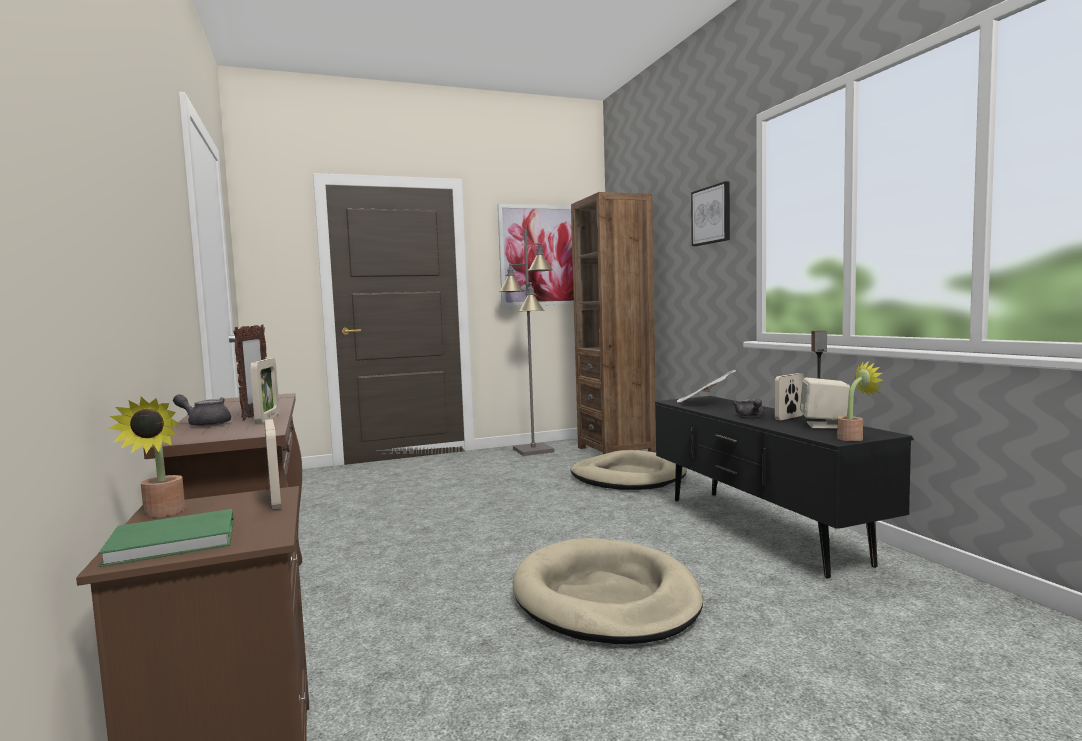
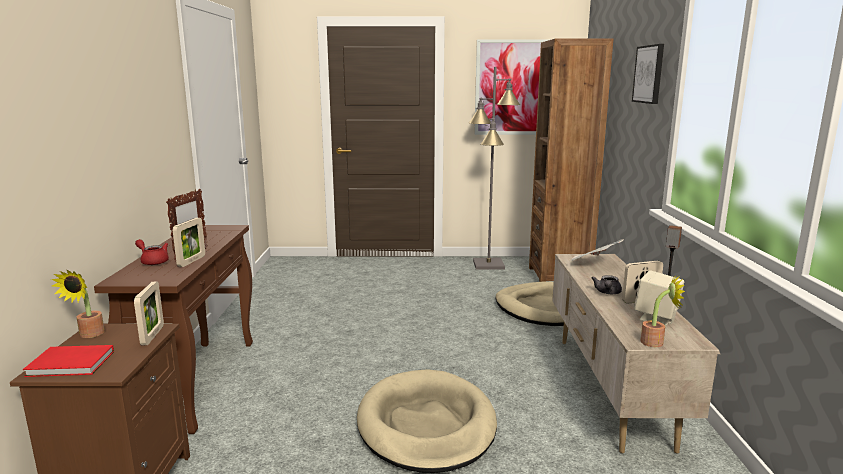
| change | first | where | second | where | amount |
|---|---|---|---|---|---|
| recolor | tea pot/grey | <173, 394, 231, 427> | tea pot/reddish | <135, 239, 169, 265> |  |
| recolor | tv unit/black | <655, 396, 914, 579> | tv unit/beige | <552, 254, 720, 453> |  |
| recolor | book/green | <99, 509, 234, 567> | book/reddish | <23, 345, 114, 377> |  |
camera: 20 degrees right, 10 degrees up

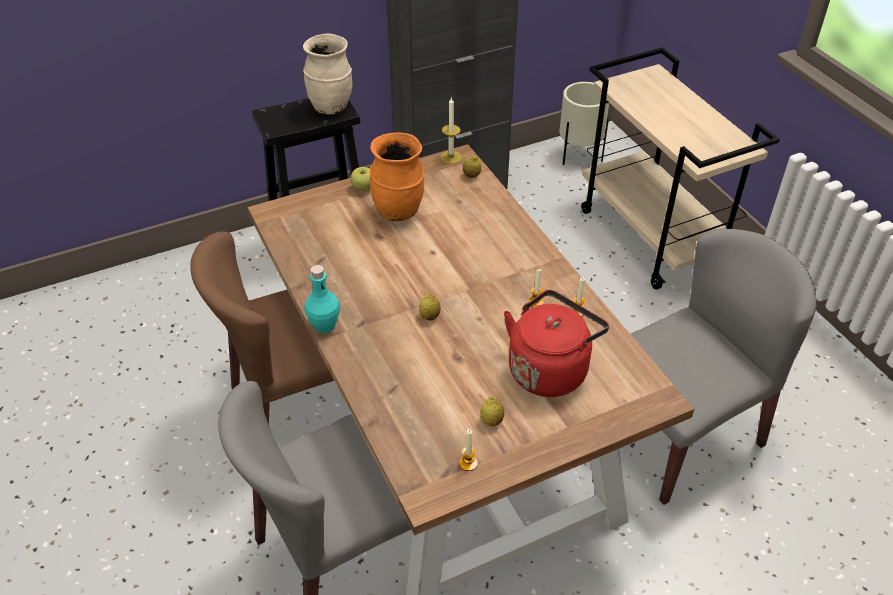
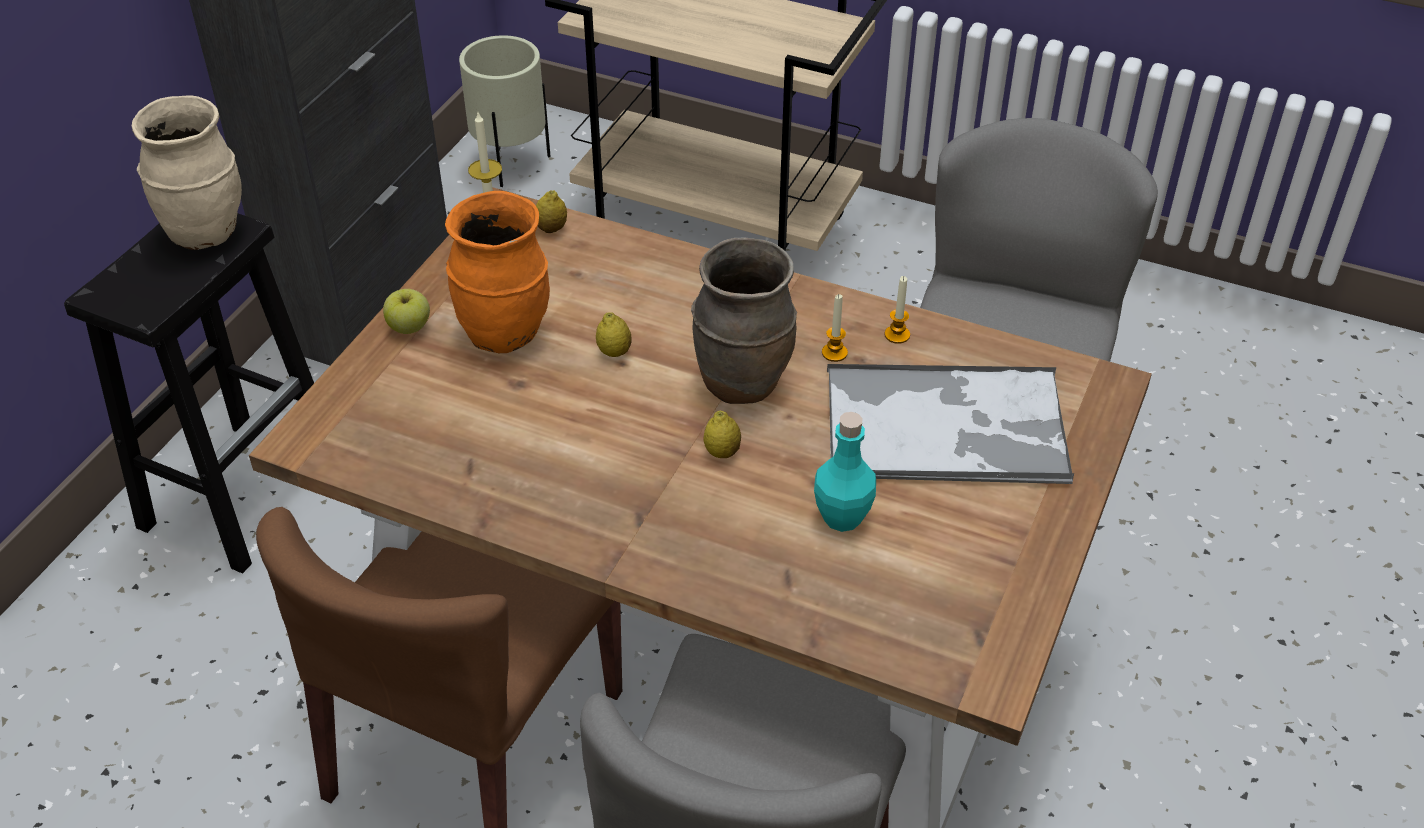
| change | first | where | second | where | amount |
|---|---|---|---|---|---|
| move | beverage bottle/blue-green | <304, 265, 340, 333> |  | <814, 412, 876, 532> |  |
| replace | kettle/reddish | <504, 290, 609, 397> | tray | <827, 364, 1074, 484> |  |
| move | citrus fruit | <480, 396, 504, 426> |  | <596, 312, 632, 357> |  |
| delete | wax candle | <459, 429, 478, 471> |  |  |  |
| insert |  |  | vase/brown | <691, 238, 797, 404> |  |
camera: 40 degrees left, 0 degrees up

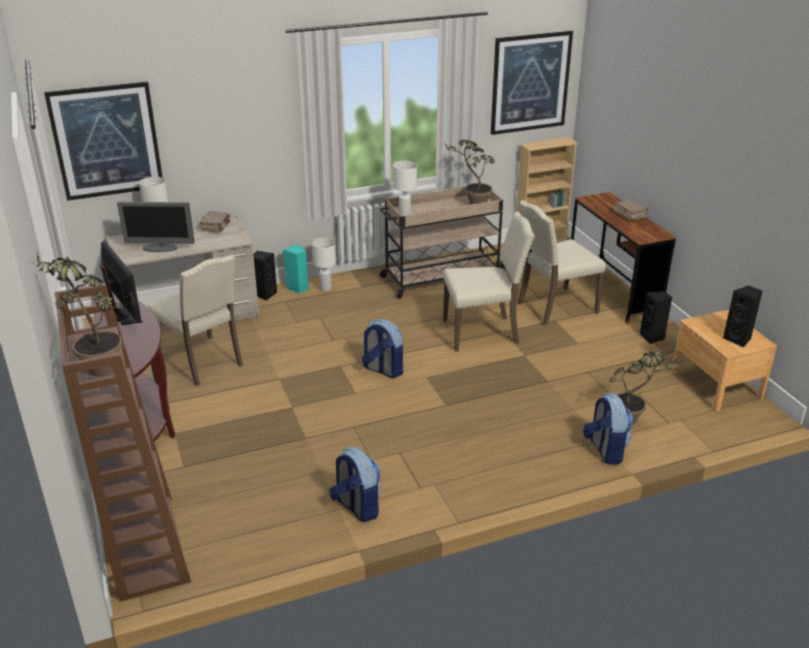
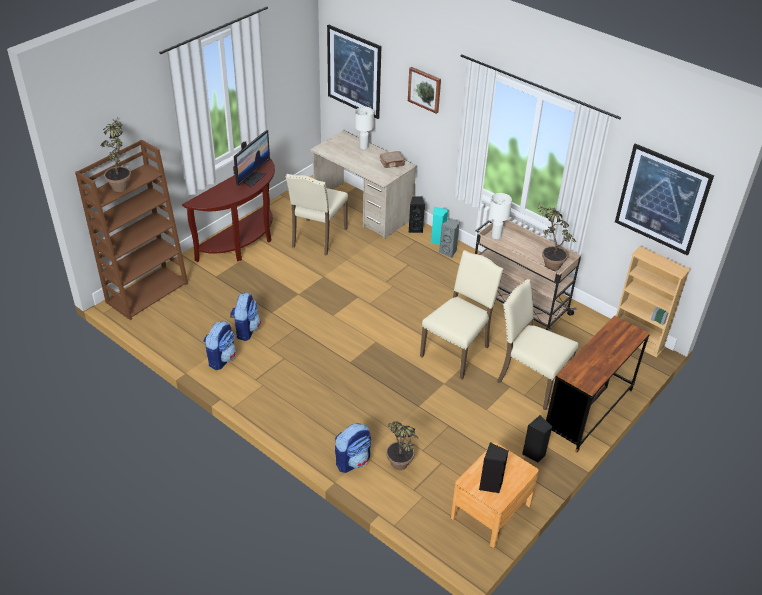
| change | first | where | second | where | amount |
|---|---|---|---|---|---|
| delete | book/brown | <614, 200, 649, 221> |  |  |  |
| delete | computer display | <117, 202, 194, 252> |  |  |  |
| rotate | plain chair/beige | <443, 211, 535, 352> |  | <420, 250, 504, 379> | 105 degrees counterclockwise |
| replace | tabletop lamp/white-coloured | <312, 238, 336, 291> | loudspeaker/grey | <439, 218, 460, 258> |  |
| move | knapsack | <362, 319, 403, 378> |  | <230, 292, 261, 341> |  |
| insert |  |  | picture | <408, 67, 441, 114> |  |
camera: 60 degrees right, 10 degrees up

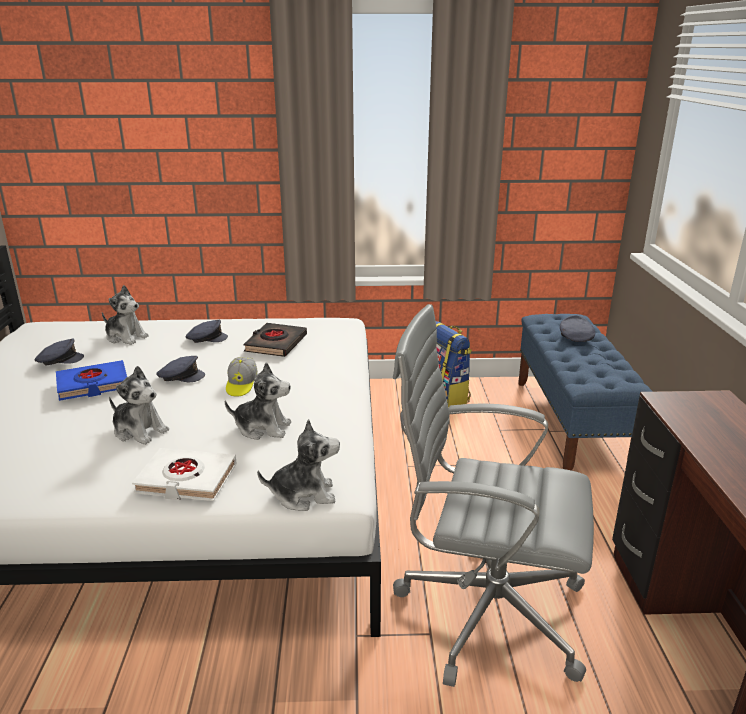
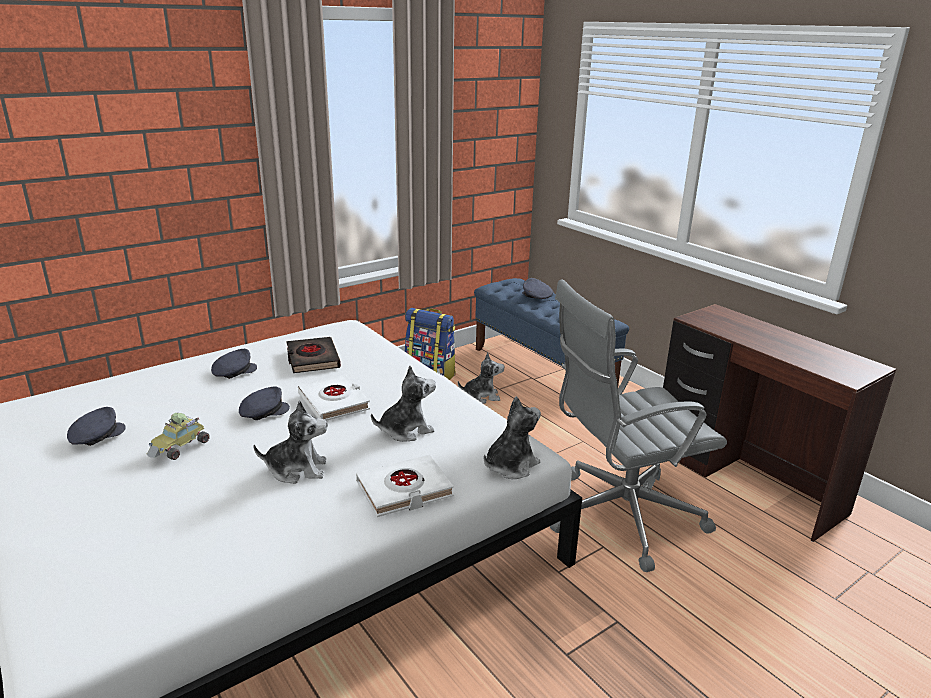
| change | first | where | second | where | amount |
|---|---|---|---|---|---|
| move | cuddly toy | <102, 285, 149, 345> |  | <458, 353, 504, 404> |  |
| replace | cap | <226, 357, 258, 397> | book/white-coloured | <298, 374, 370, 421> |  |
| replace | book/blue-coloured | <56, 360, 127, 401> | model car | <147, 413, 210, 460> |  |
camera: 35 degrees left, 0 degrees up

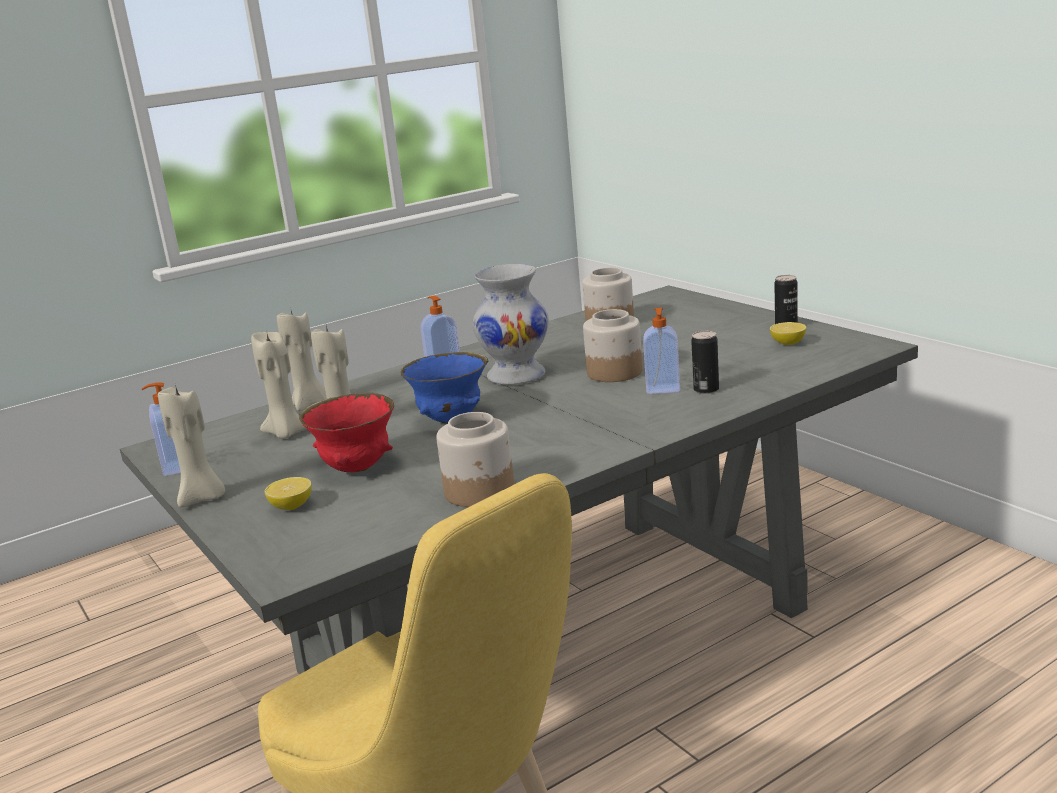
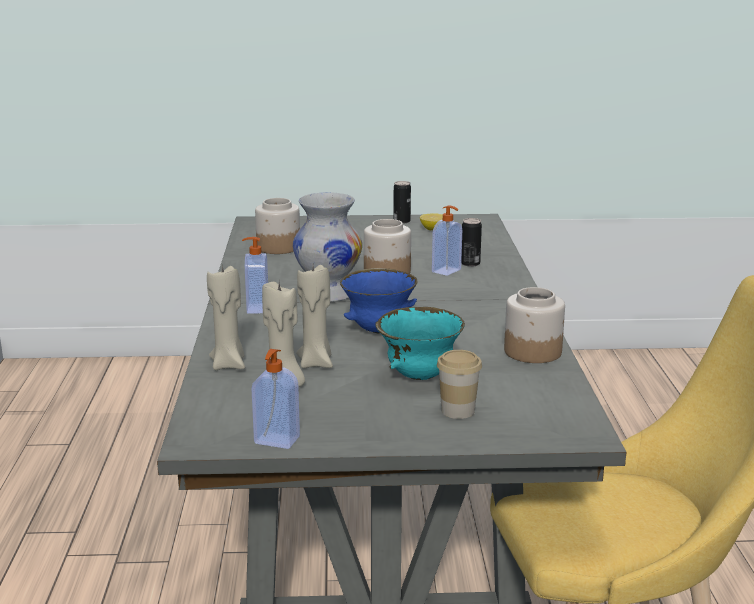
| change | first | where | second | where | amount |
|---|---|---|---|---|---|
| delete | wax candle/beige | <158, 385, 225, 507> |  |  |  |
| recolor | deep dish/reddish | <299, 393, 394, 472> | deep dish/blue-green | <375, 307, 465, 380> |  |
| replace | citrus fruit | <264, 477, 312, 510> | small cup | <437, 350, 482, 419> |  |
camera: 60 degrees left, 0 degrees up

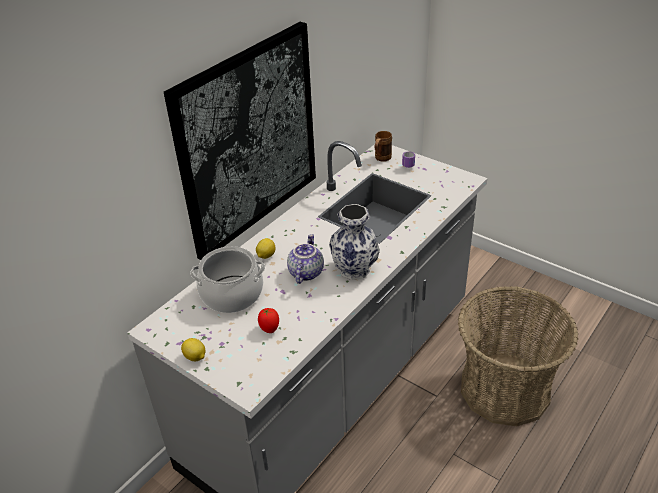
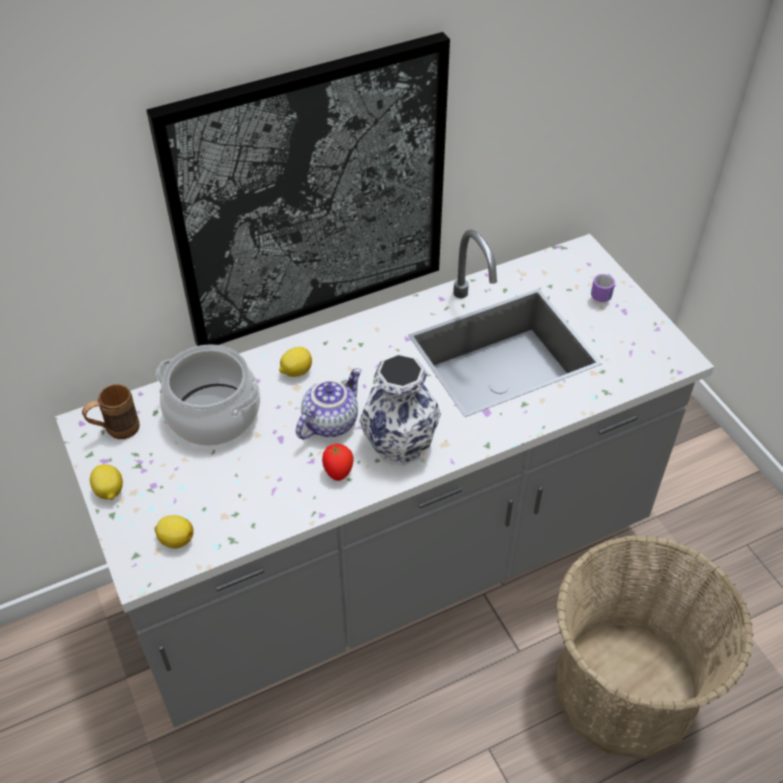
| change | first | where | second | where | amount |
|---|---|---|---|---|---|
| move | mug/brown | <375, 131, 392, 162> |  | <82, 384, 140, 439> |  |
| move | whole tomato | <258, 308, 279, 333> |  | <322, 443, 354, 481> |  |
| insert |  |  | citrus fruit | <154, 515, 194, 549> |  |
camera: 25 degrees right, 10 degrees up

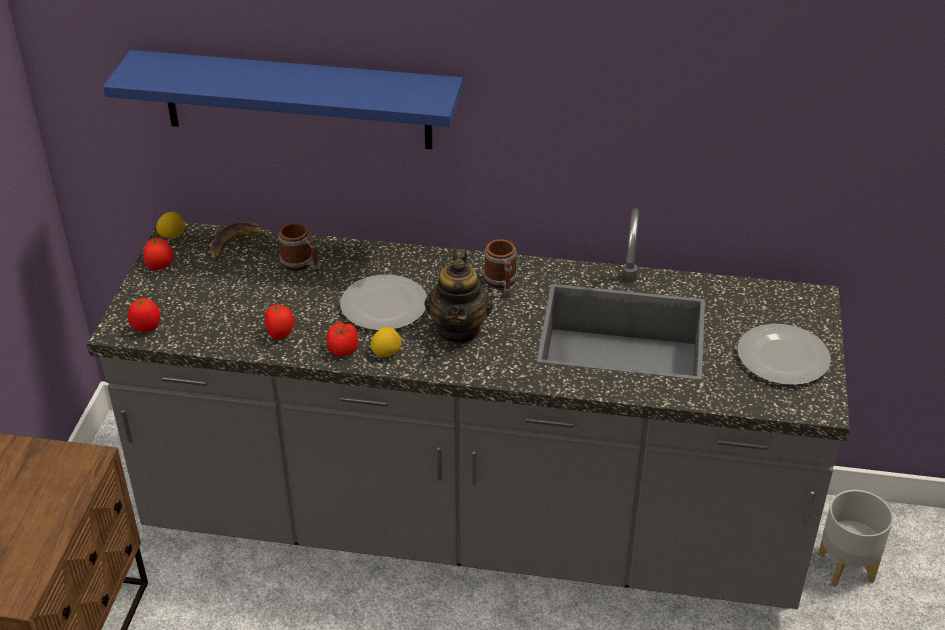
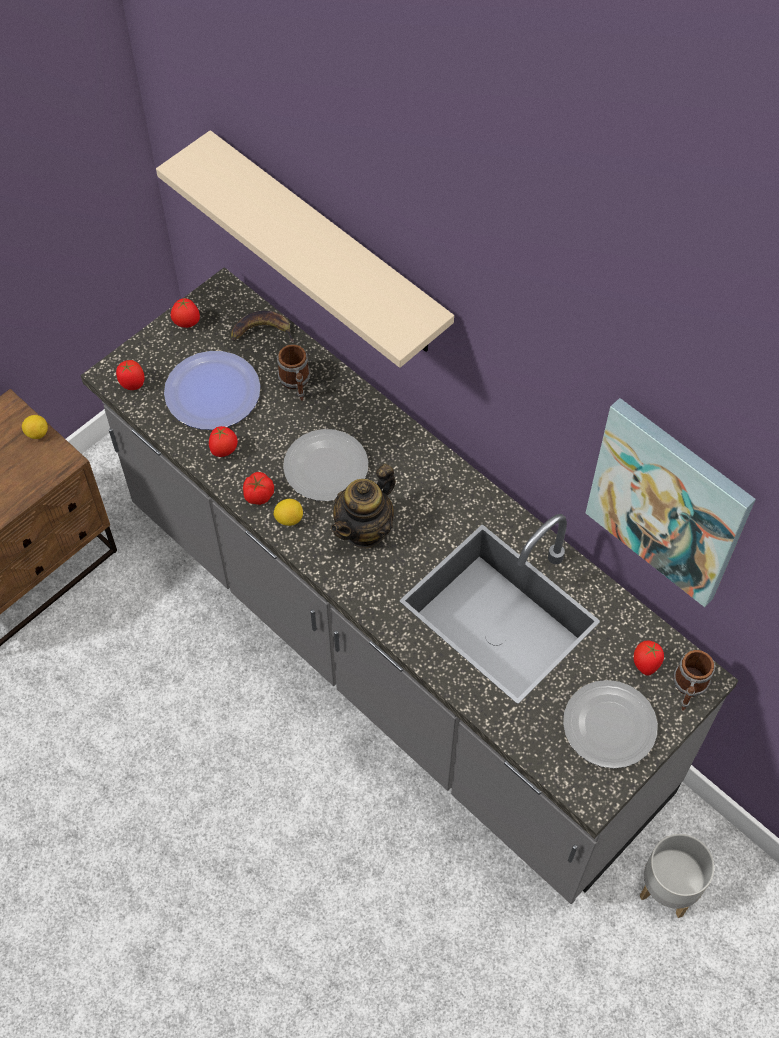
| change | first | where | second | where | amount |
|---|---|---|---|---|---|
| recolor | shelf/blue-coloured | <103, 50, 463, 149> | shelf/beige | <156, 130, 454, 368> |  |
| move | citrus fruit | <156, 212, 185, 238> |  | <22, 415, 48, 439> |  |
| move | mug | <483, 239, 517, 297> |  | <673, 650, 715, 710> |  |
| insert |  |  | flat dish | <164, 351, 260, 430> |  |
| insert |  |  | picture | <586, 398, 756, 607> |  |
| insert |  |  | whole tomato | <634, 640, 664, 676> |  |
camera: 35 degrees right, 20 degrees up

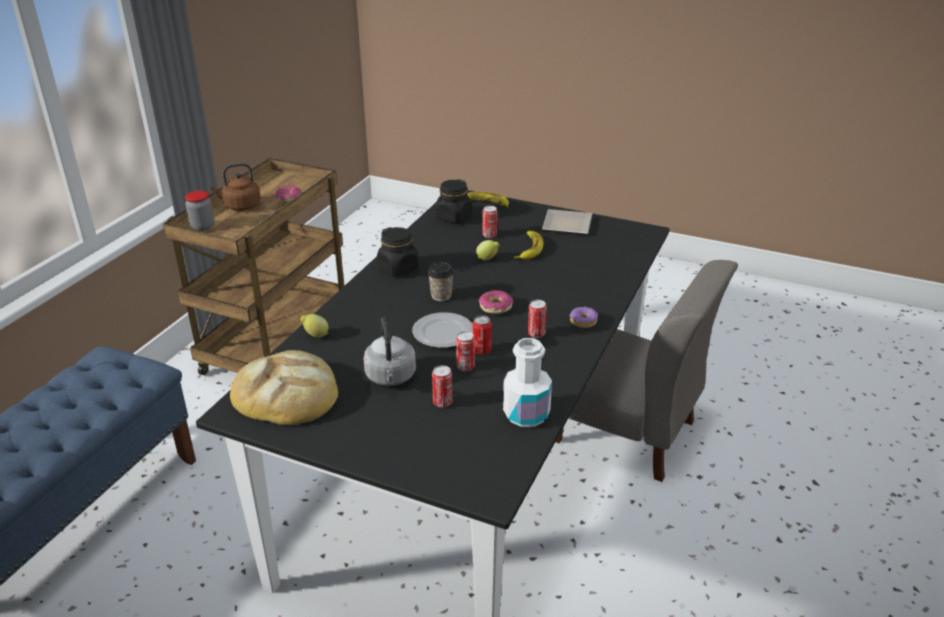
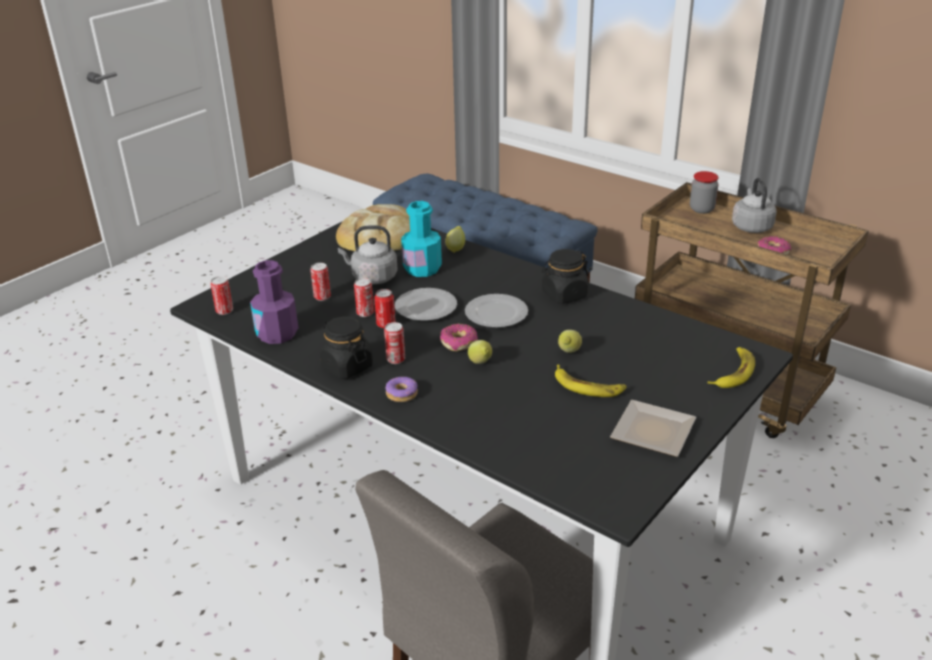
| change | first | where | second | where | amount |
|---|---|---|---|---|---|
| recolor | kettle/brown | <209, 163, 261, 211> | kettle/grey | <732, 178, 777, 233> |  |
| move | storage jar/black | <435, 179, 473, 223> |  | <320, 316, 373, 379> |  |
| move | metal can | <483, 206, 497, 238> |  | <210, 276, 233, 315> |  |
| replace | small cup | <427, 262, 454, 301> | flat dish | <465, 294, 528, 328> |  |
| recolor | beverage bottle/white-coloured | <503, 338, 552, 427> | beverage bottle/purplish | <250, 260, 298, 344> |  |
| insert |  |  | beverage bottle/blue-green | <401, 201, 442, 277> |  |
| insert |  |  | citrus fruit | <468, 340, 492, 364> |  |
camera: 105 degrees right, 0 degrees up

